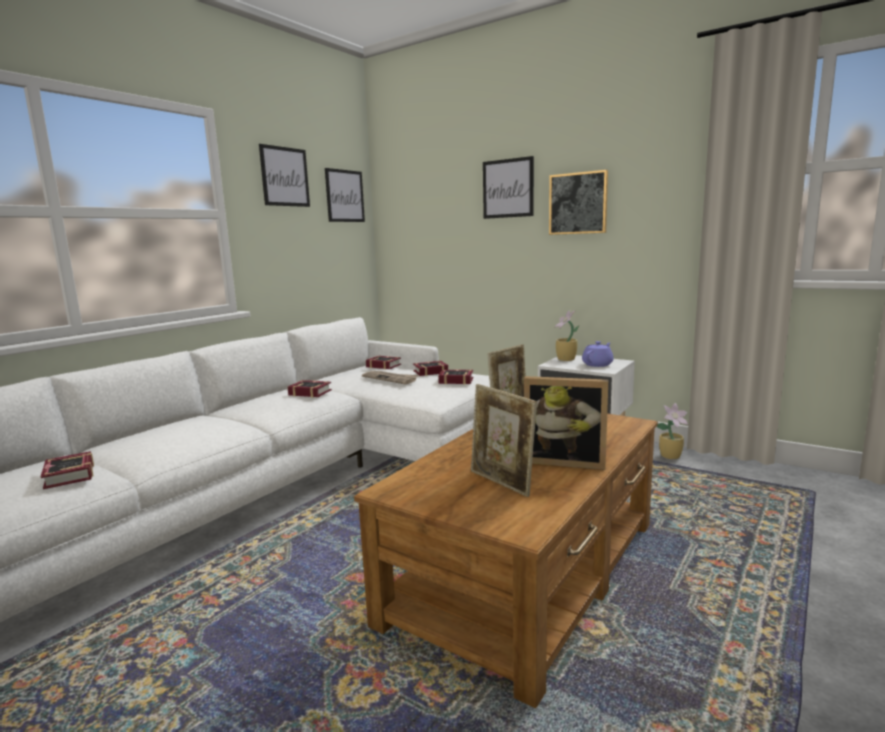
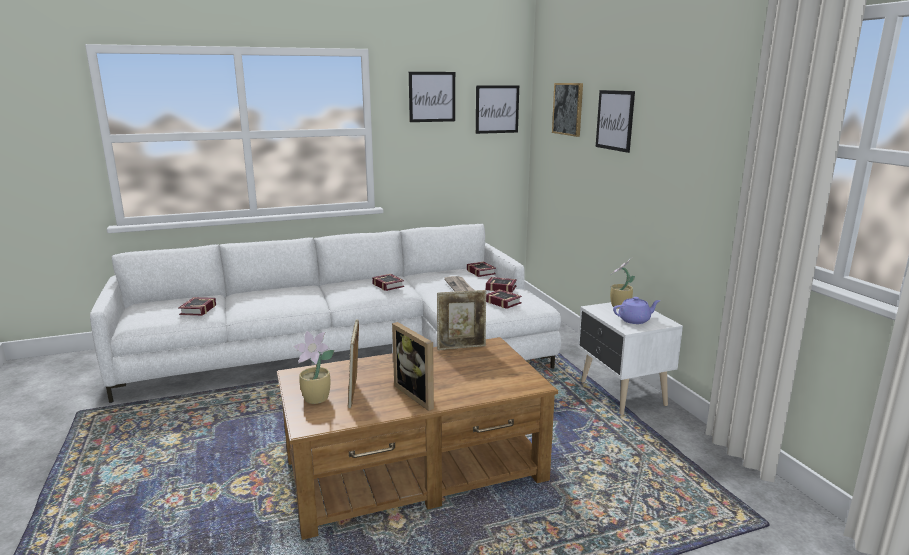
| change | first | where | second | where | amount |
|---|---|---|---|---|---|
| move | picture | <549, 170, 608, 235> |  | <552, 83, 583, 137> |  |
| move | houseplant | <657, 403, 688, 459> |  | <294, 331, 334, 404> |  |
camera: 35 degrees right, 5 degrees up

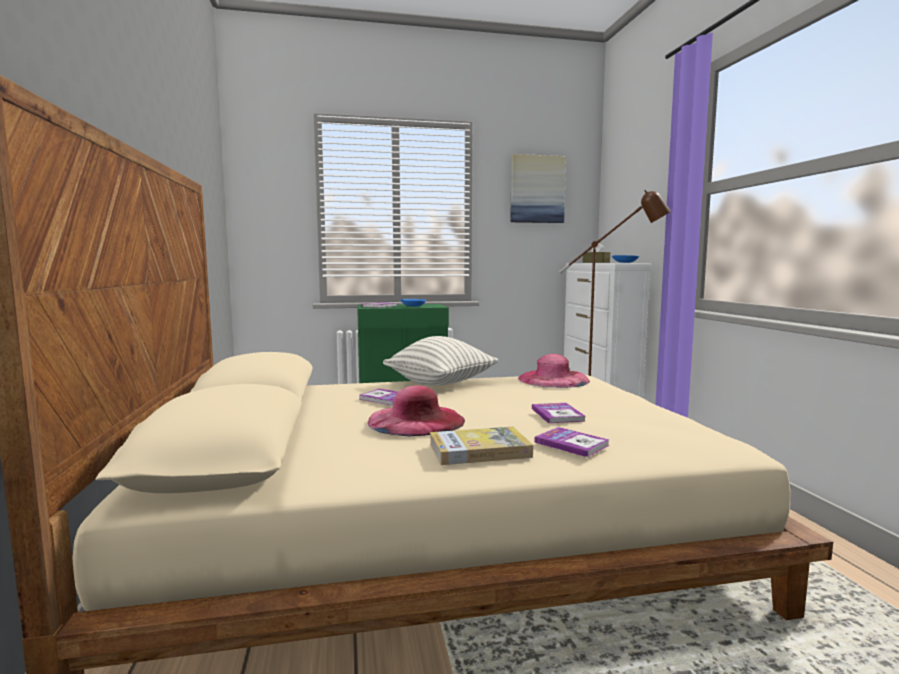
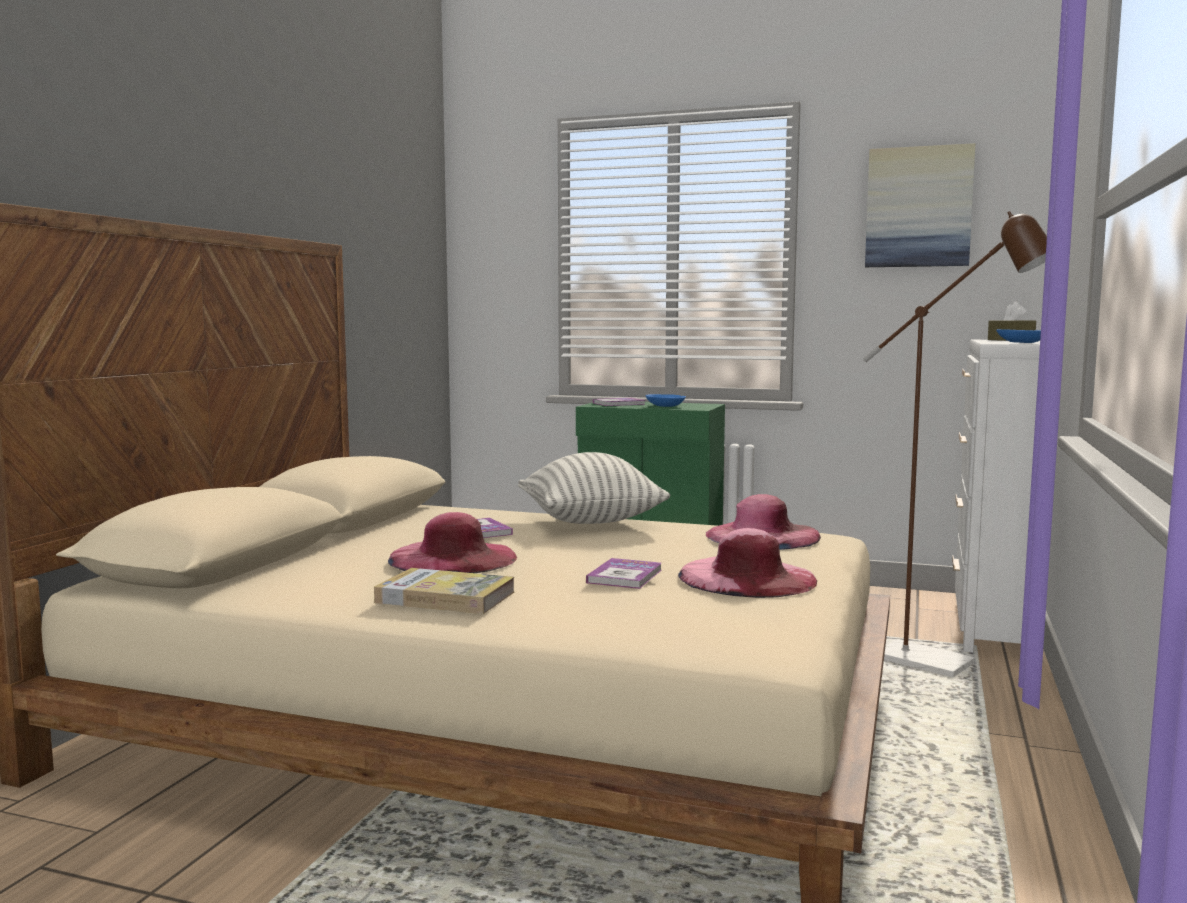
| change | first | where | second | where | amount |
|---|---|---|---|---|---|
| delete | book | <535, 427, 610, 457> |  |  |  |
| insert |  |  | wearable hat/pinkish | <678, 528, 817, 598> |  |
camera: 30 degrees right, 0 degrees up

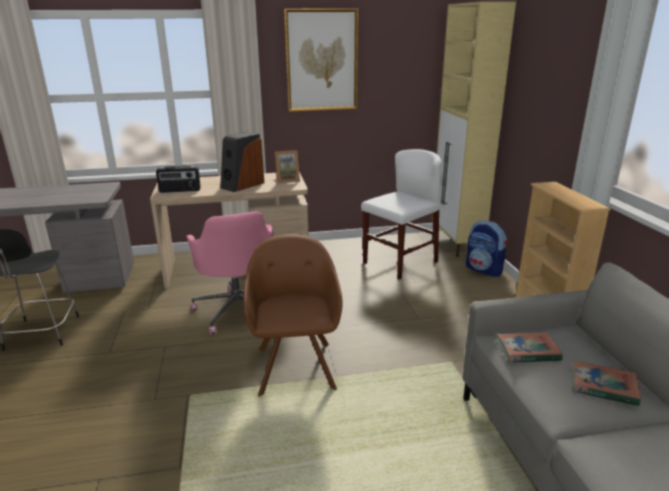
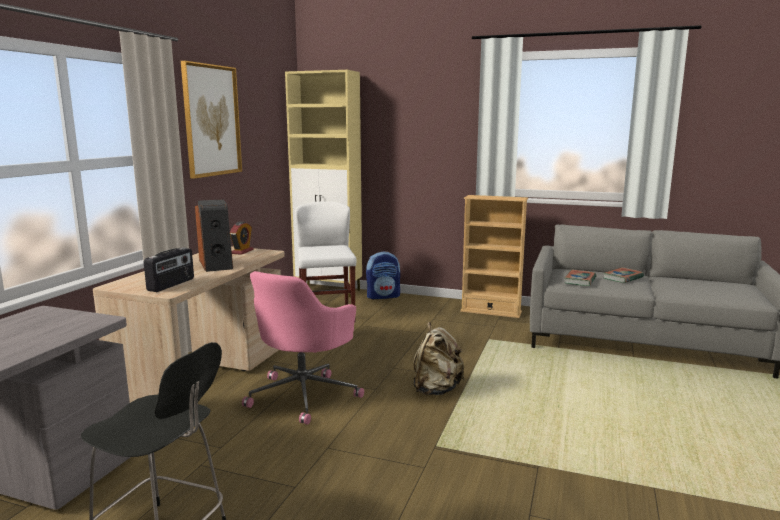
| change | first | where | second | where | amount |
|---|---|---|---|---|---|
| replace | picture frame | <275, 150, 300, 184> | table clock | <230, 222, 254, 255> |  |
| rotate | office chair/pinkish | <186, 211, 273, 335> |  | <242, 271, 364, 425> | 105 degrees clockwise |
| replace | armchair/brown | <244, 234, 342, 396> | knapsack/beige | <413, 322, 464, 395> |  |
camera: 60 degrees left, 10 degrees down

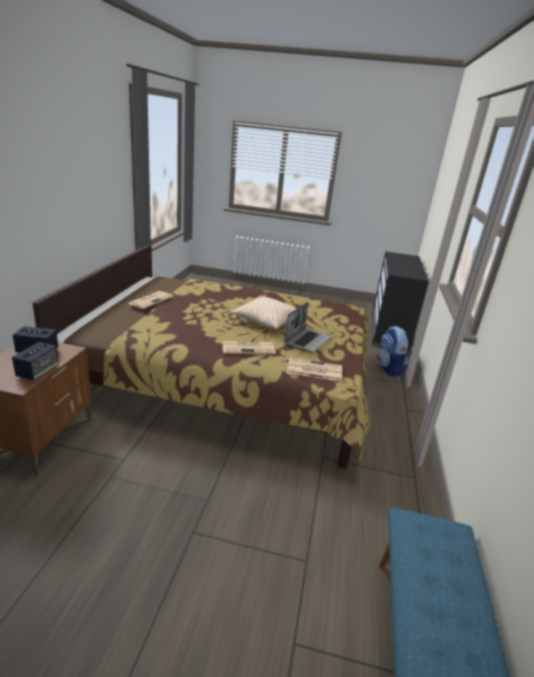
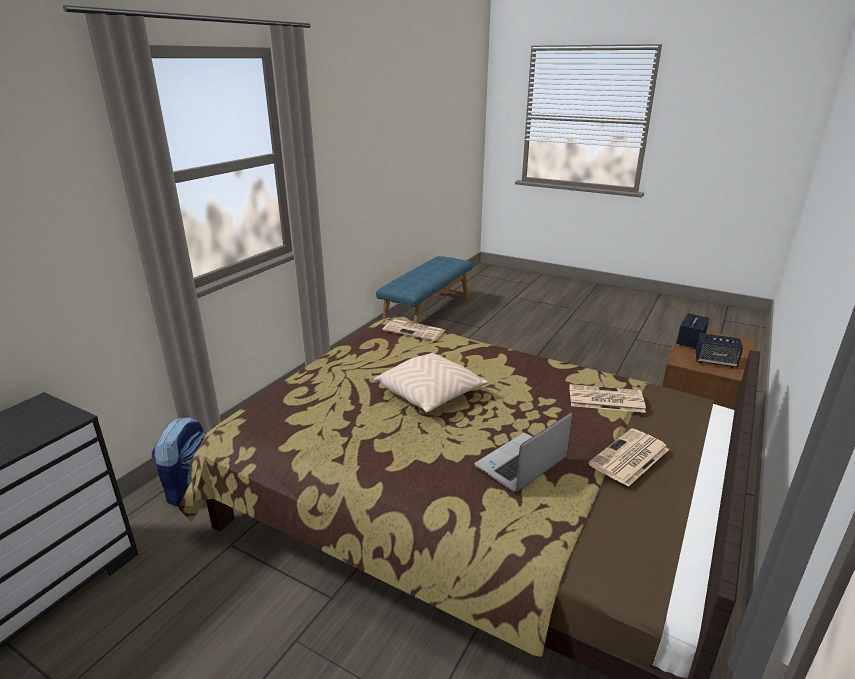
| change | first | where | second | where | amount |
|---|---|---|---|---|---|
| move | laptop | <284, 302, 331, 353> |  | <474, 413, 572, 492> |  |
| move | printed paper | <223, 341, 276, 355> |  | <569, 384, 646, 413> |  |
camera: 160 degrees left, 0 degrees up

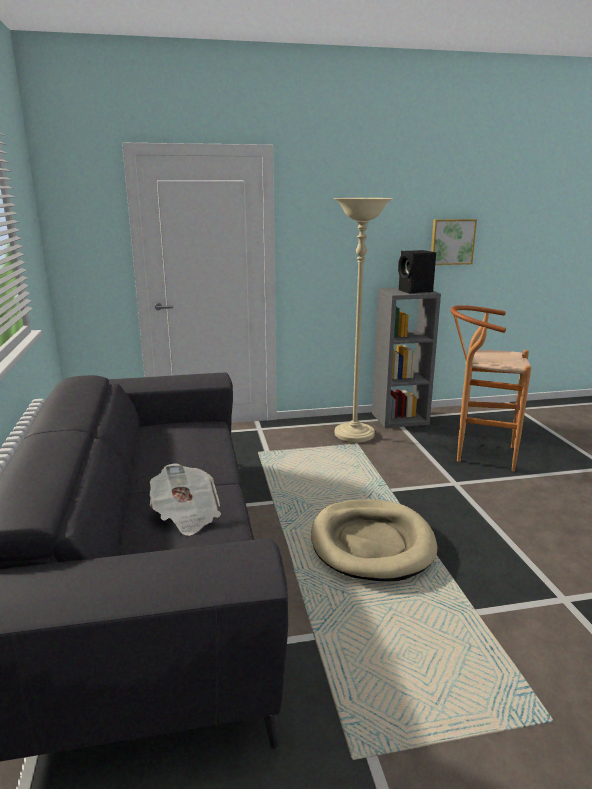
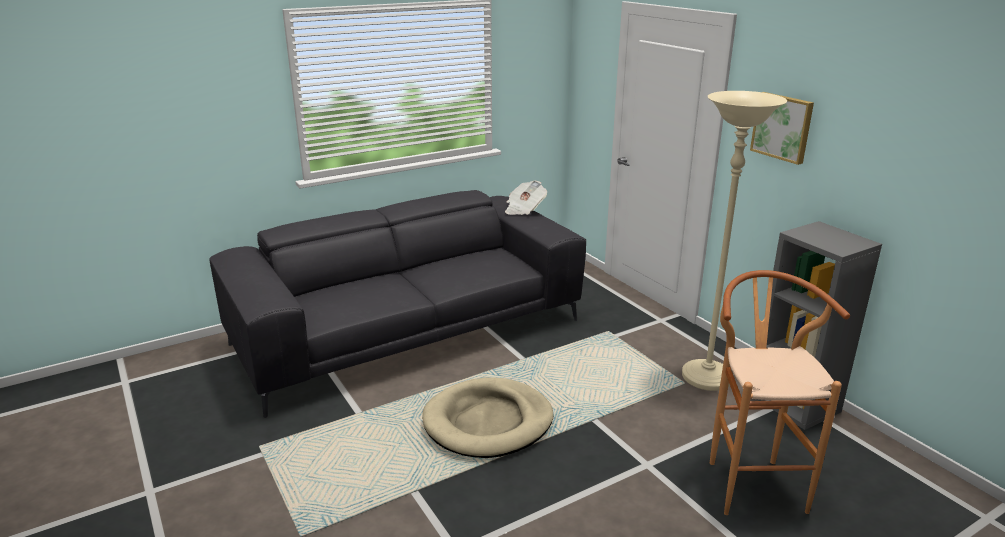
| change | first | where | second | where | amount |
|---|---|---|---|---|---|
| move | picture | <431, 219, 477, 265> |  | <750, 92, 814, 165> |  |
| delete | loudspeaker/black | <398, 250, 436, 293> |  |  |  |
| move | printed paper | <150, 463, 221, 536> |  | <505, 181, 547, 215> |  |
camera: 70 degrees right, 5 degrees up

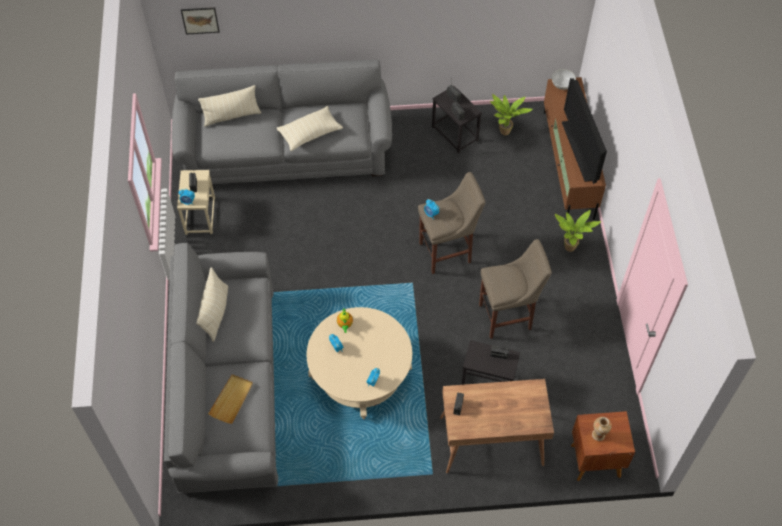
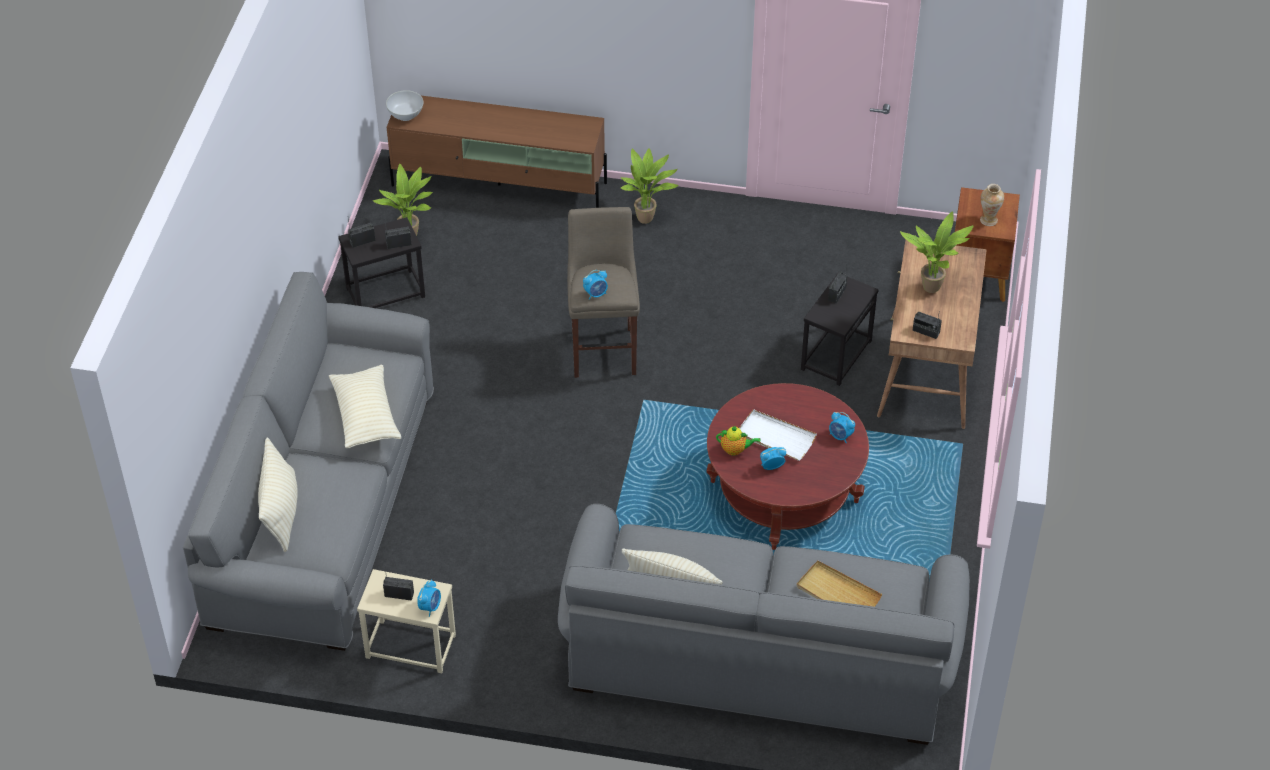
| change | first | where | second | where | amount |
|---|---|---|---|---|---|
| delete | picture | <181, 7, 220, 35> |  |  |  |
| delete | TV | <562, 78, 607, 184> |  |  |  |
| delete | stool seat/beige | <479, 239, 552, 339> |  |  |  |
| recolor | lounge table/beige | <306, 307, 412, 419> | lounge table/reddish | <706, 383, 869, 550> |  |
| insert |  |  | houseplant | <900, 212, 973, 293> |  |
| insert |  |  | tray/white-coloured | <739, 409, 817, 461> |  |
camera: 75 degrees left, 10 degrees down

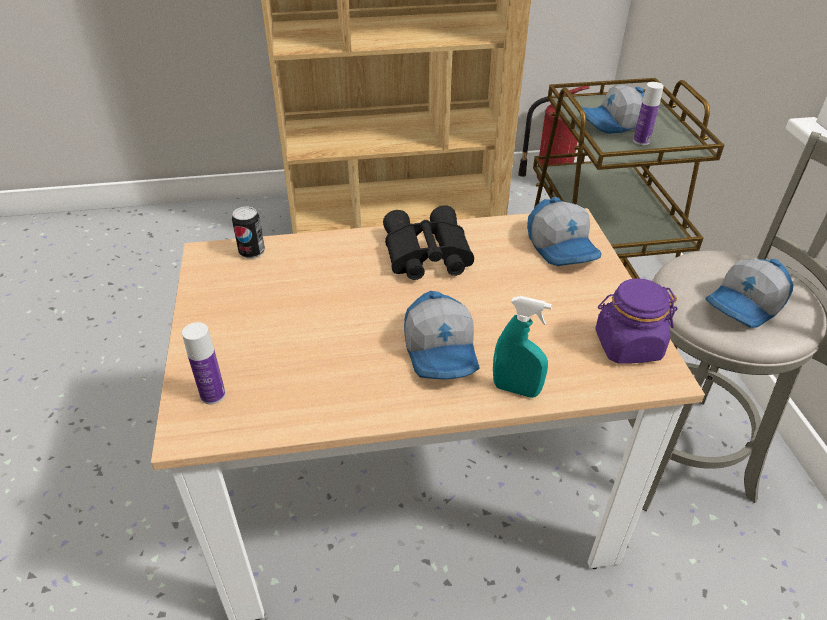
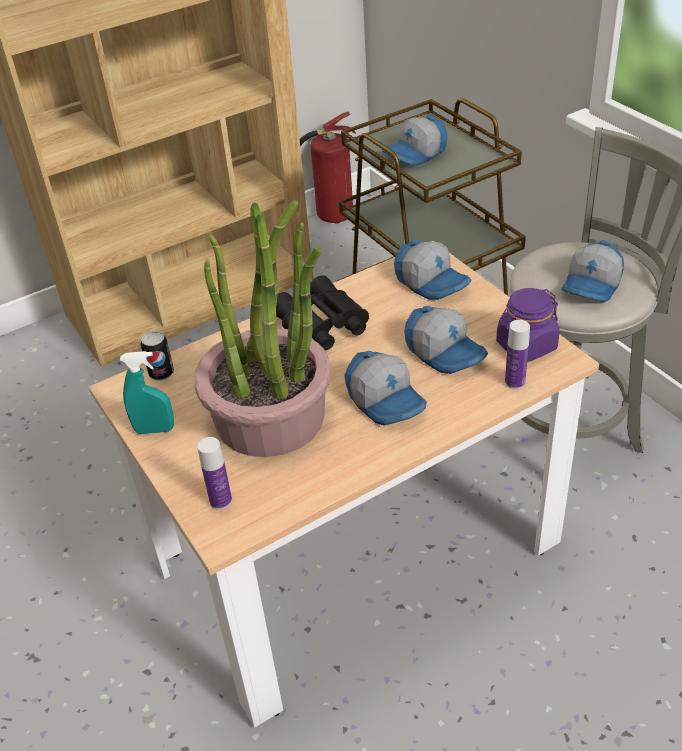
| change | first | where | second | where | amount |
|---|---|---|---|---|---|
| move | beverage bottle | <633, 82, 664, 145> |  | <505, 320, 530, 389> |  |
| move | spray bottle/blue-green | <493, 296, 552, 398> |  | <120, 351, 174, 434> |  |
| insert |  |  | houseplant | <194, 200, 331, 457> |  |
| insert |  |  | cap | <404, 306, 488, 374> |  |
camera: 20 degrees left, 0 degrees up

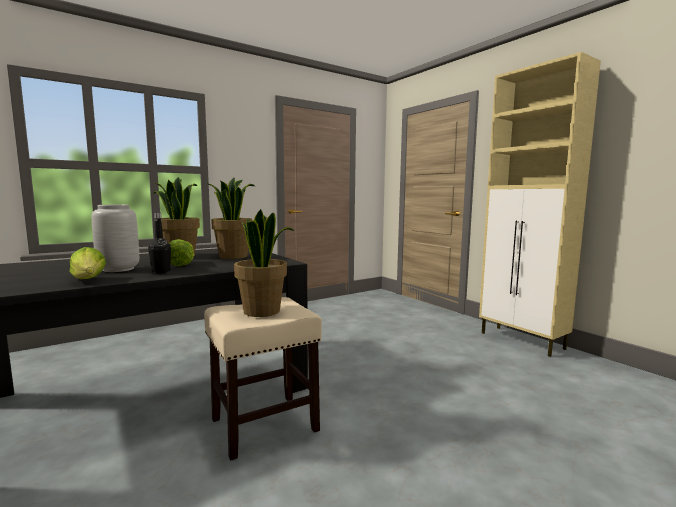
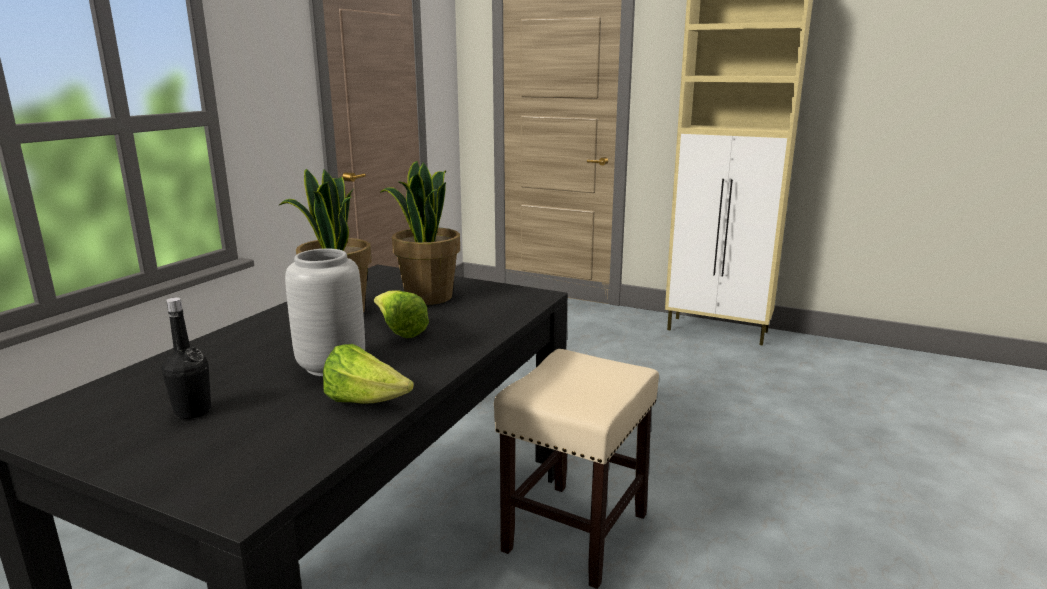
| change | first | where | second | where | amount |
|---|---|---|---|---|---|
| delete | houseplant | <234, 209, 294, 317> |  |  |  |
| move | beverage bottle/black | <148, 213, 171, 274> |  | <162, 297, 211, 419> |  |
camera: 30 degrees left, 10 degrees up

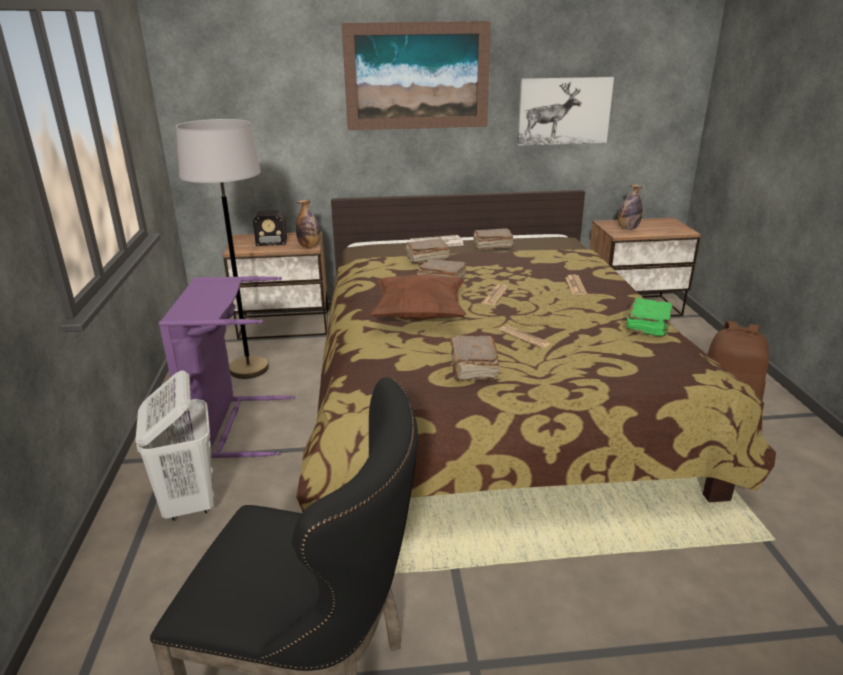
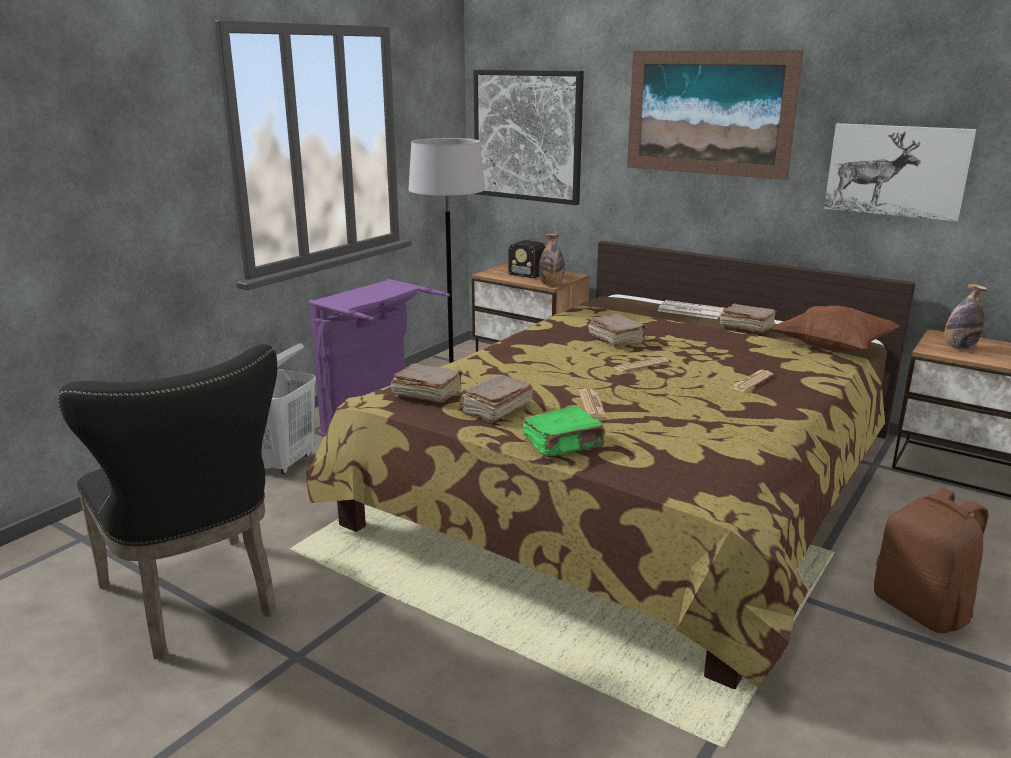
| change | first | where | second | where | amount |
|---|---|---|---|---|---|
| move | book/brown | <405, 238, 450, 264> |  | <391, 363, 463, 403> |  |
| move | pillow/brown | <370, 274, 467, 320> |  | <771, 306, 900, 351> |  |
| move | book/green | <627, 298, 673, 336> |  | <523, 406, 605, 456> |  |
| insert |  |  | picture | <473, 70, 584, 205> |  |
camera: 40 degrees right, 5 degrees down

